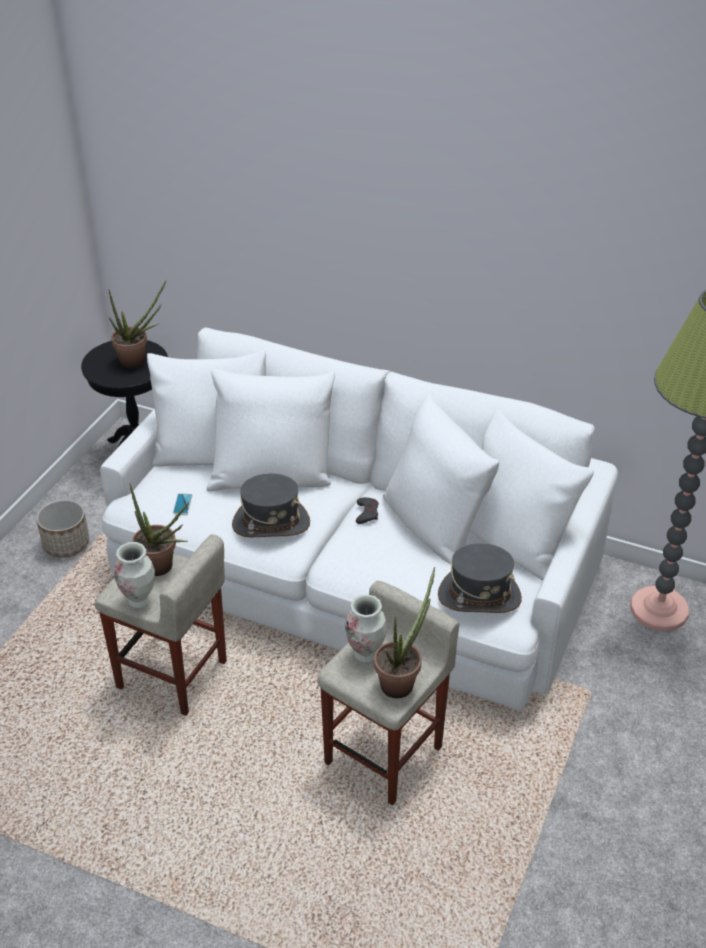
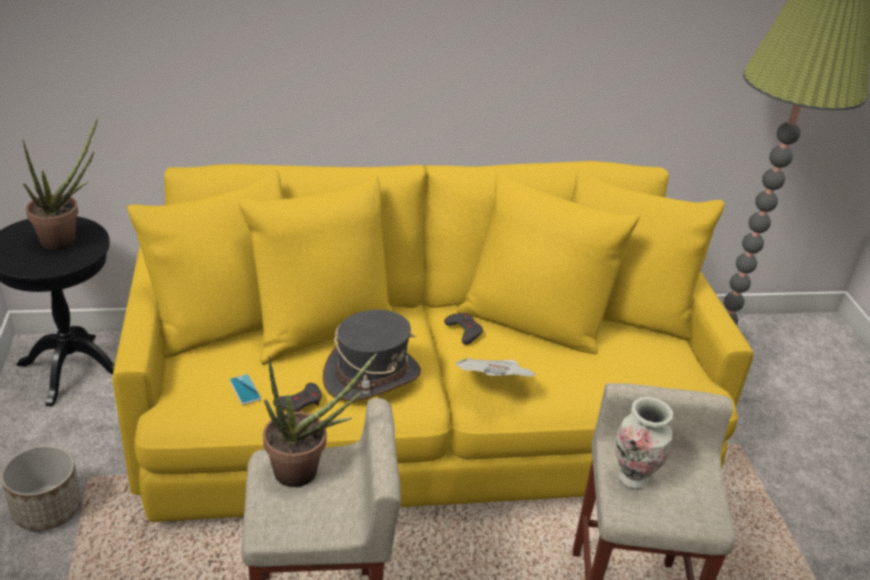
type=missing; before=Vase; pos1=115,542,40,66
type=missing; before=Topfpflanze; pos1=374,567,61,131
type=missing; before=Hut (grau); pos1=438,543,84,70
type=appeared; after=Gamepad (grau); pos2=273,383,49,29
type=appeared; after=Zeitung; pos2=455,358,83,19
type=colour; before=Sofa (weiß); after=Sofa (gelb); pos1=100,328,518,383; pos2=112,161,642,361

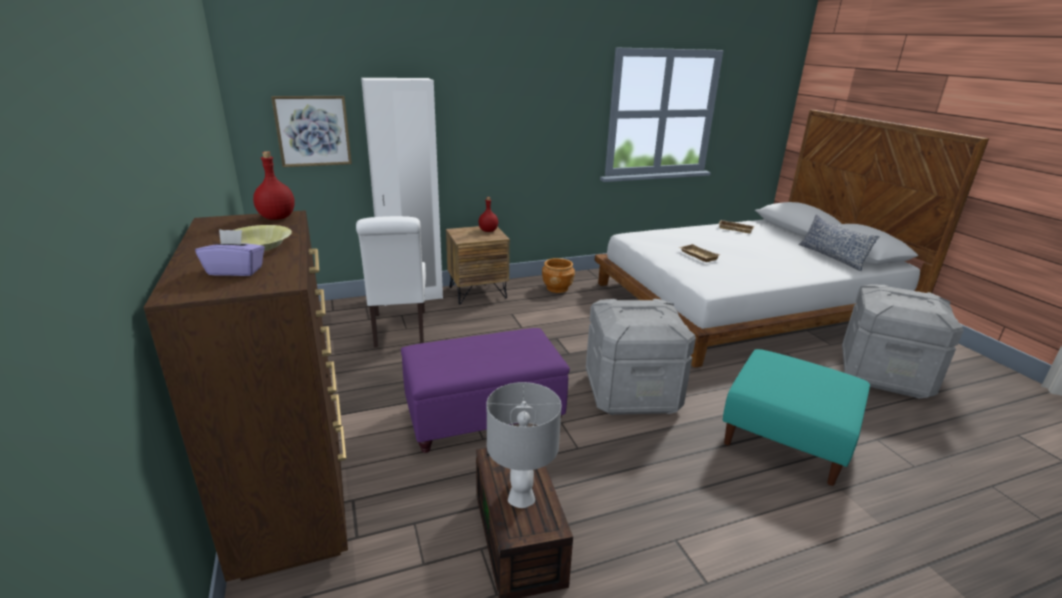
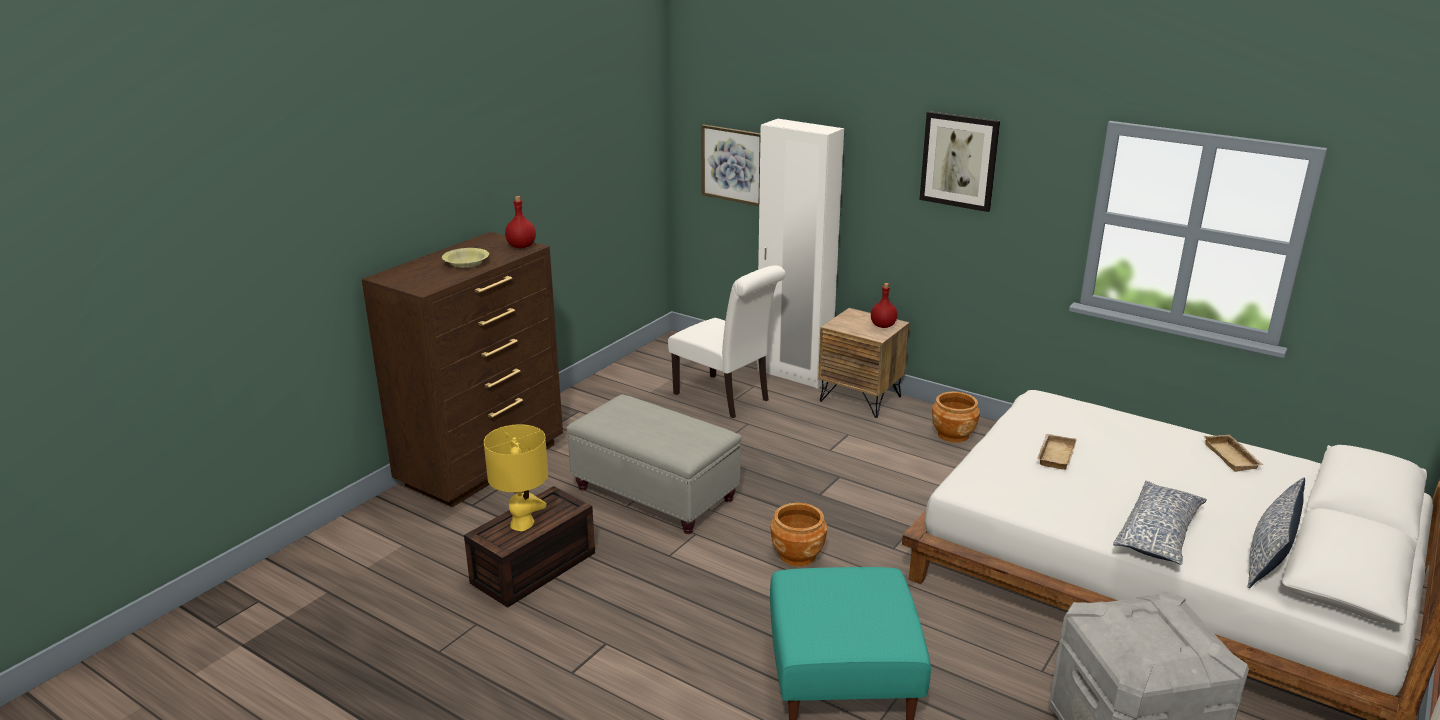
type=missing; before=Taschentuchbox (lila); pos1=195,229,70,47
type=appeared; after=Bild; pos2=919,111,81,101
type=appeared; after=Kissen; pos2=1113,480,94,85
type=exchanged; before=Aufbewahrungsbox (grau); after=Pflanzkübel (braun); pos1=586,299,110,116; pos2=770,503,57,63
type=colour; before=Polsterhocker (lila); after=Polsterhocker (grau); pos1=401,328,169,125; pos2=566,394,175,140
type=colour; before=Tischlampe (grau); after=Tischlampe (gelb); pos1=487,382,75,126; pos2=484,424,64,107
type=spun; before=Stuhl (weiß); pos1=356,216,70,131; pos2=668,265,117,153; turn=-90

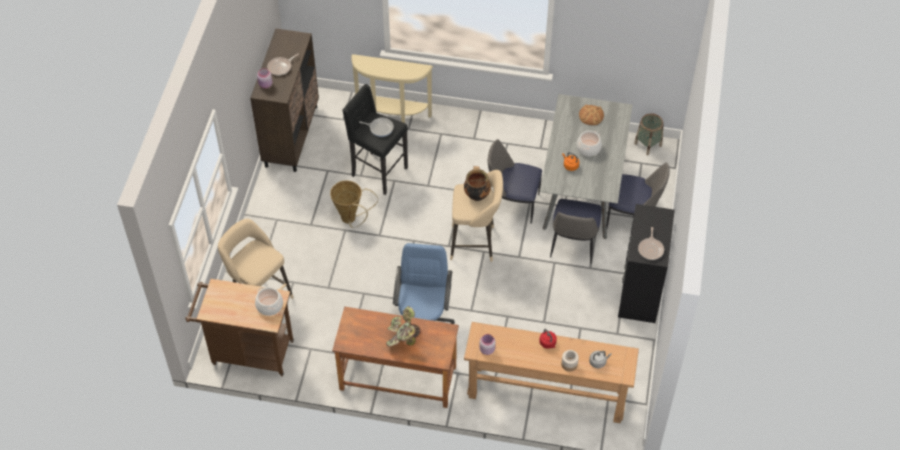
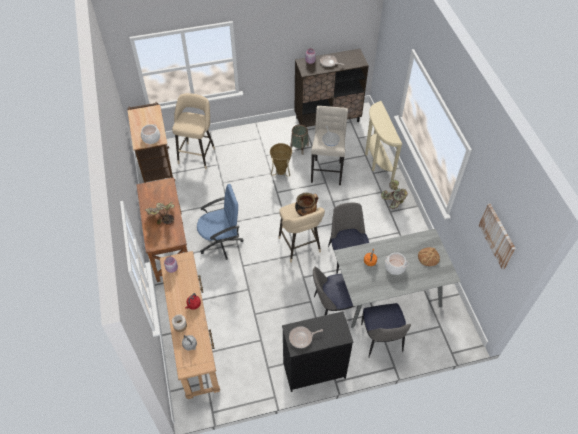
type=appeared; after=Topfpflanze; pos2=381,180,27,29
type=appeared; after=Bild; pos2=478,203,38,66
type=relocated; before=Korb; pos1=634,113,30,42; pos2=290,124,19,31
type=colour; before=Hocker (schwarz); after=Hocker (beige); pos1=343,84,65,111; pos2=311,106,37,79

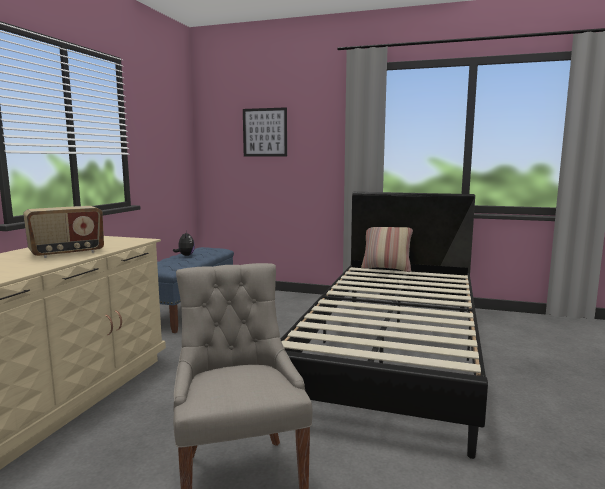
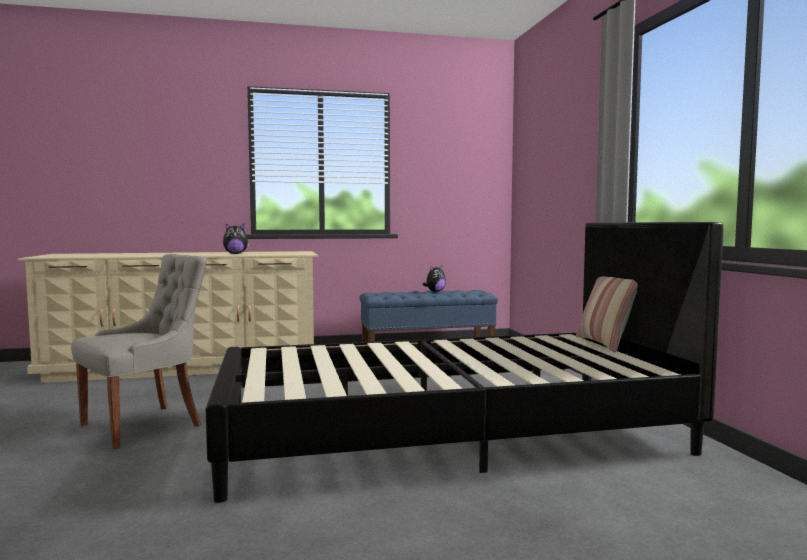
type=missing; before=Bild; pos1=243,107,44,50
type=exchanged; before=Radio; after=Plüschtier; pos1=23,206,81,52; pos2=223,224,27,30

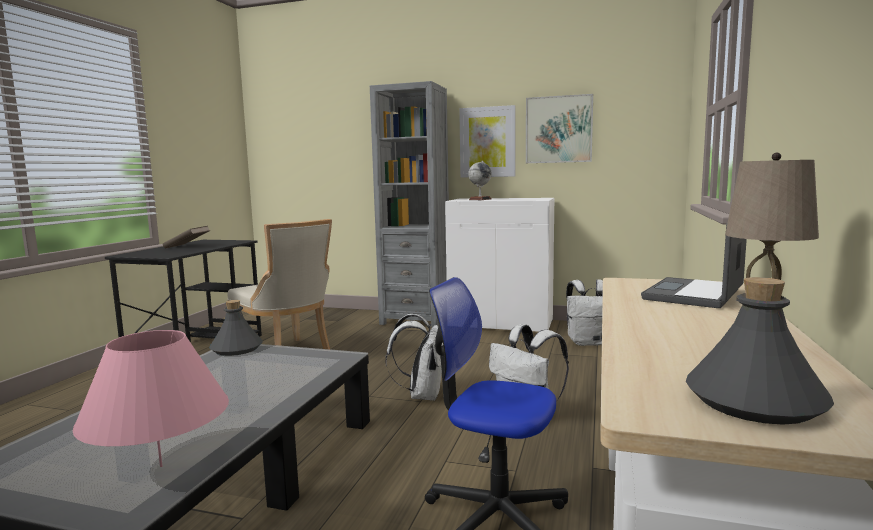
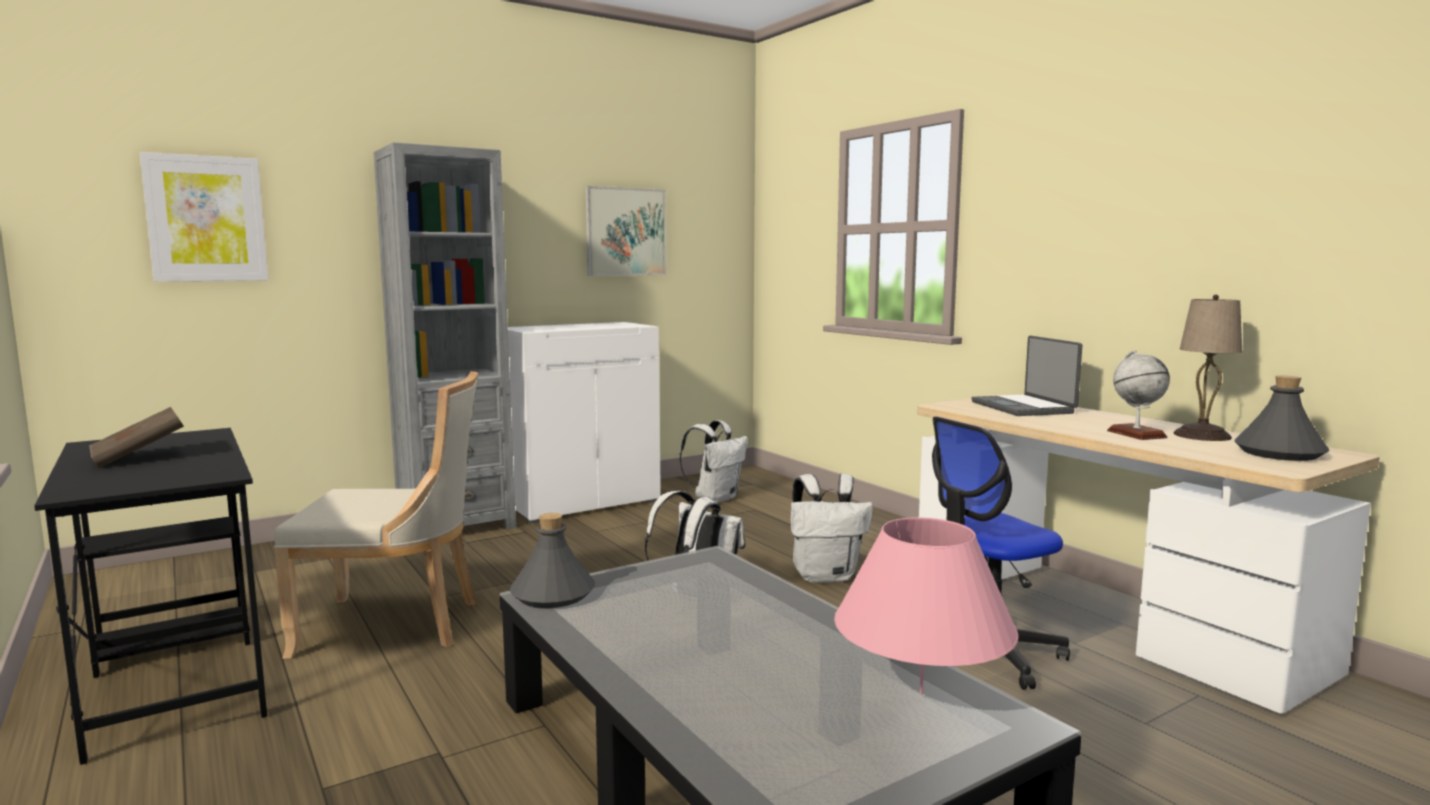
type=relocated; before=Bild; pos1=459,105,57,73; pos2=140,152,128,130
type=relocated; before=Globus; pos1=468,161,24,39; pos2=1107,350,63,90

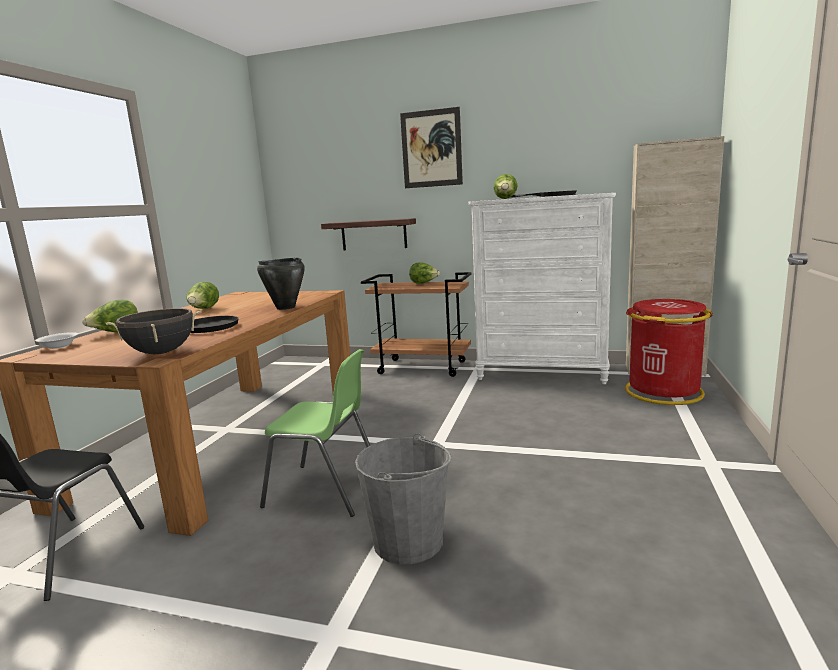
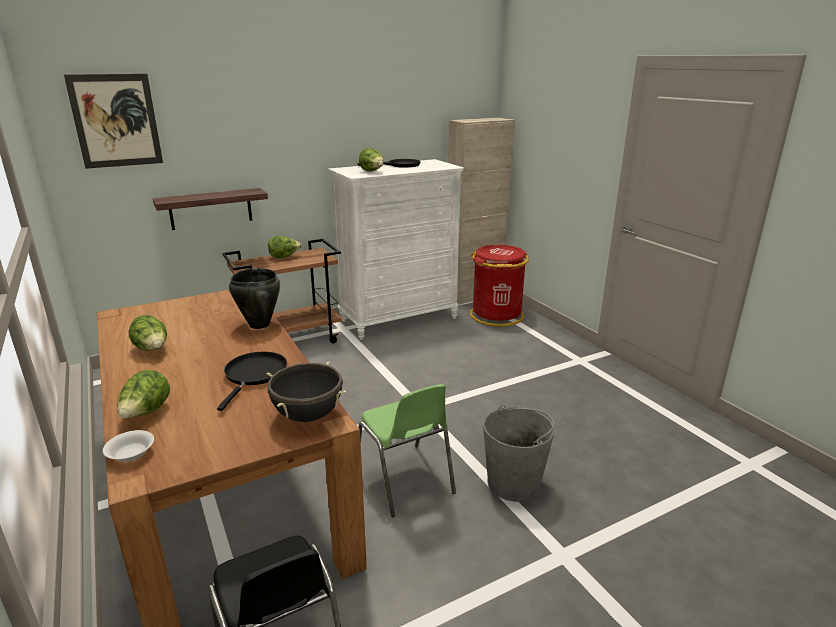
type=relocated; before=Bild; pos1=400,107,63,81; pos2=64,74,99,95
type=spun; before=Stuhl (grün); pos1=260,349,110,168; pos2=358,384,98,133; turn=90

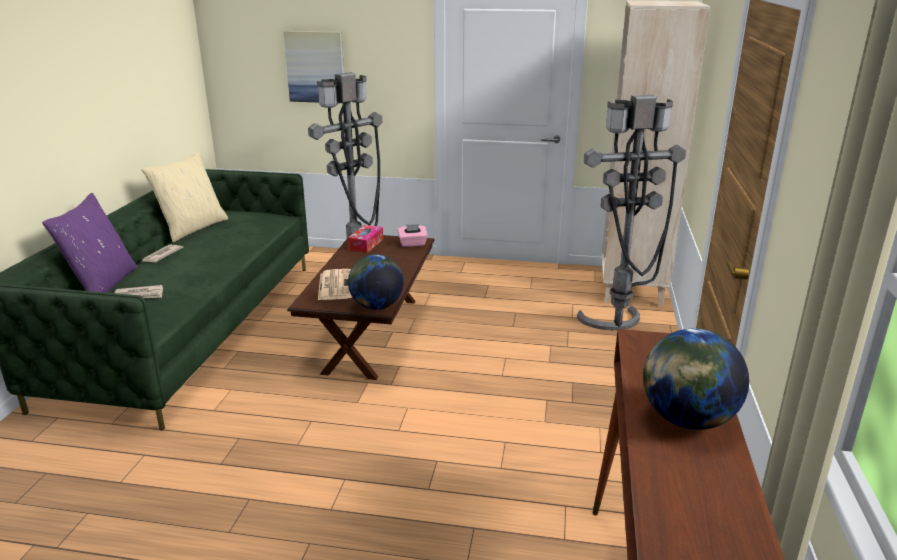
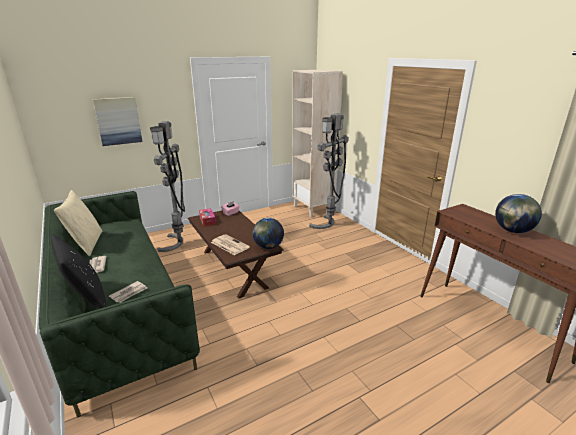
type=colour; before=Kissen (lila); after=Kissen (schwarz); pos1=42,193,96,100; pos2=51,234,56,75

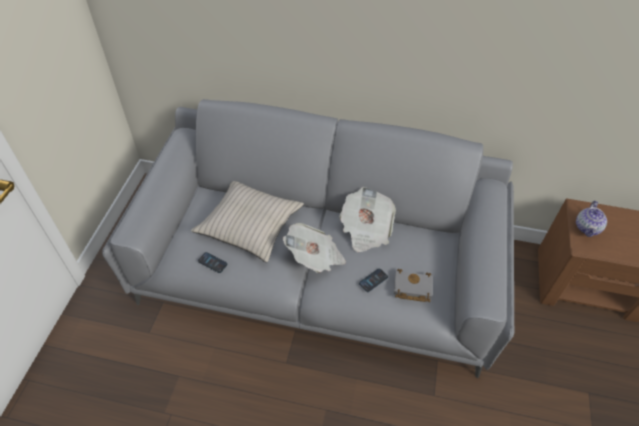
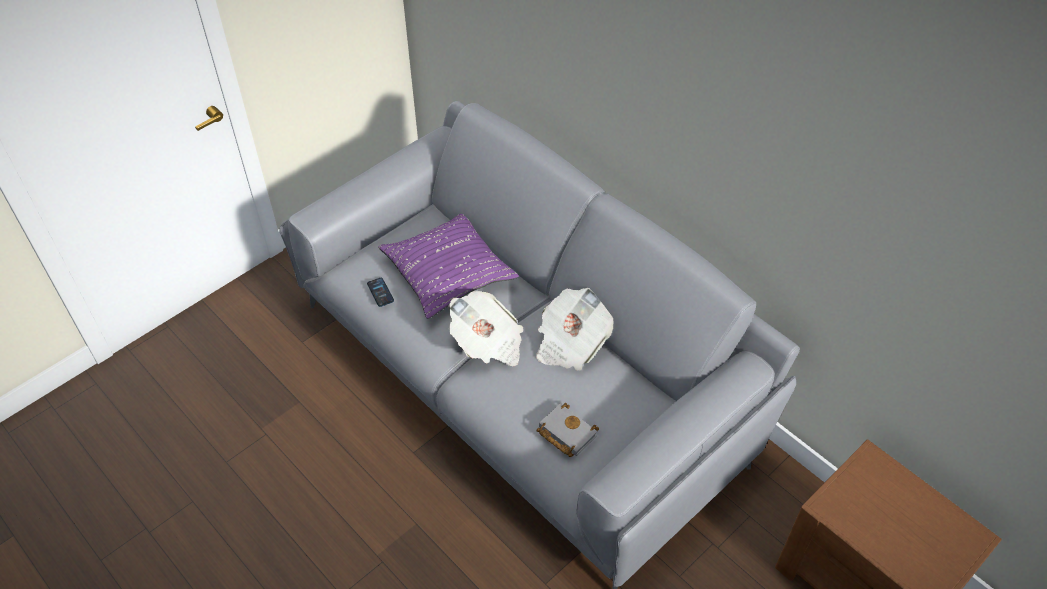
type=missing; before=Handy; pos1=359,268,29,24
type=missing; before=Teekanne; pos1=576,201,31,36
type=colour; before=Kissen (beige); after=Kissen (lila); pos1=191,181,113,81; pos2=378,214,141,105

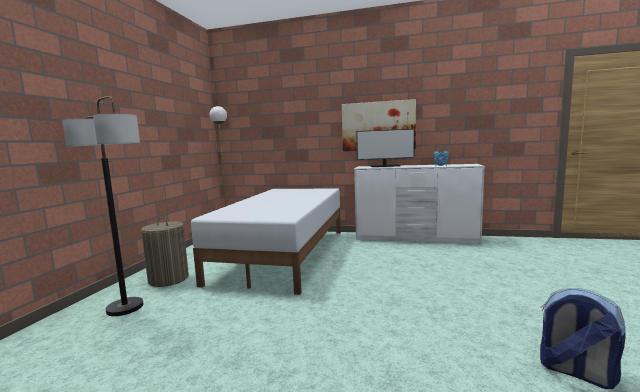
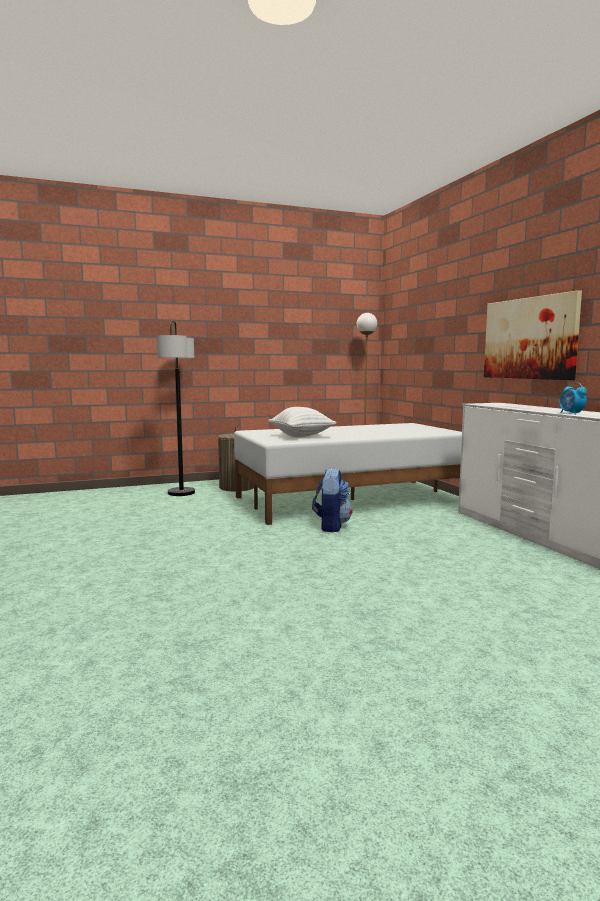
type=missing; before=Monitor; pos1=356,129,59,38
type=appeared; after=Kissen (weiß); pos2=268,407,69,30
type=relocated; before=Rucksack; pos1=540,288,86,101; pos2=312,468,41,64

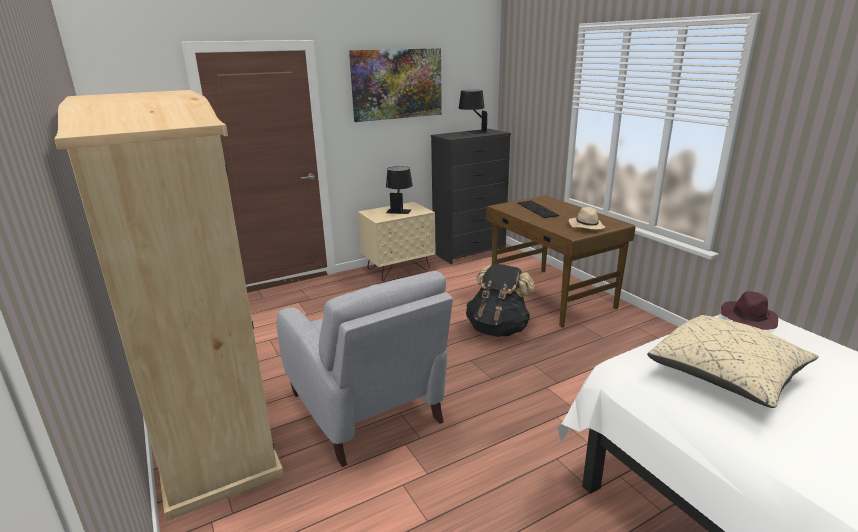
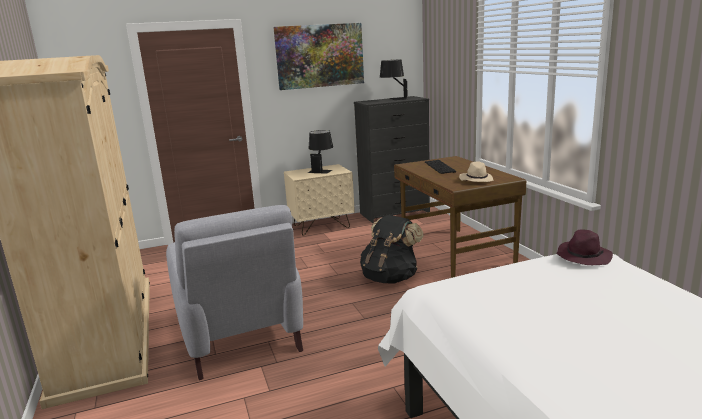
type=missing; before=Kissen (beige); pos1=647,315,172,93

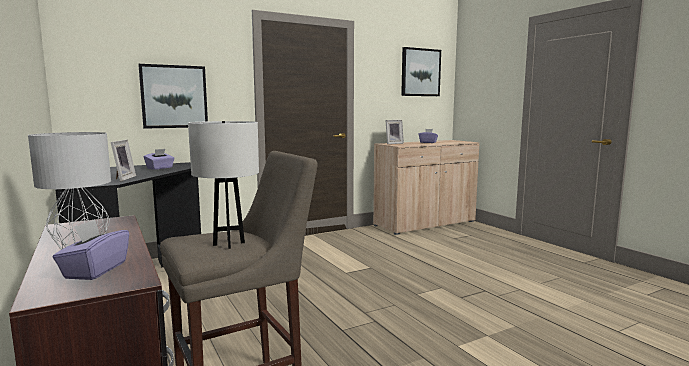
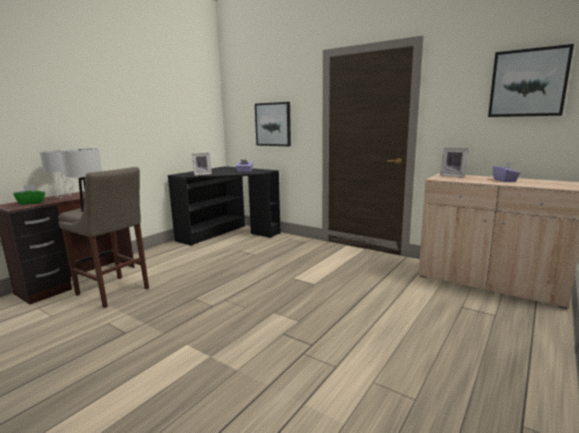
type=colour; before=Taschentuchbox (lila); after=Taschentuchbox (grün); pos1=52,219,77,61; pos2=13,185,32,20

